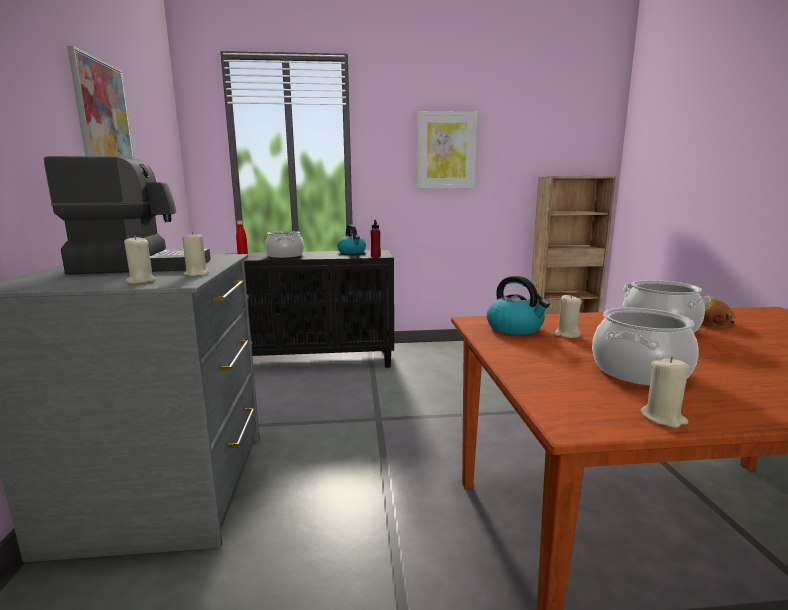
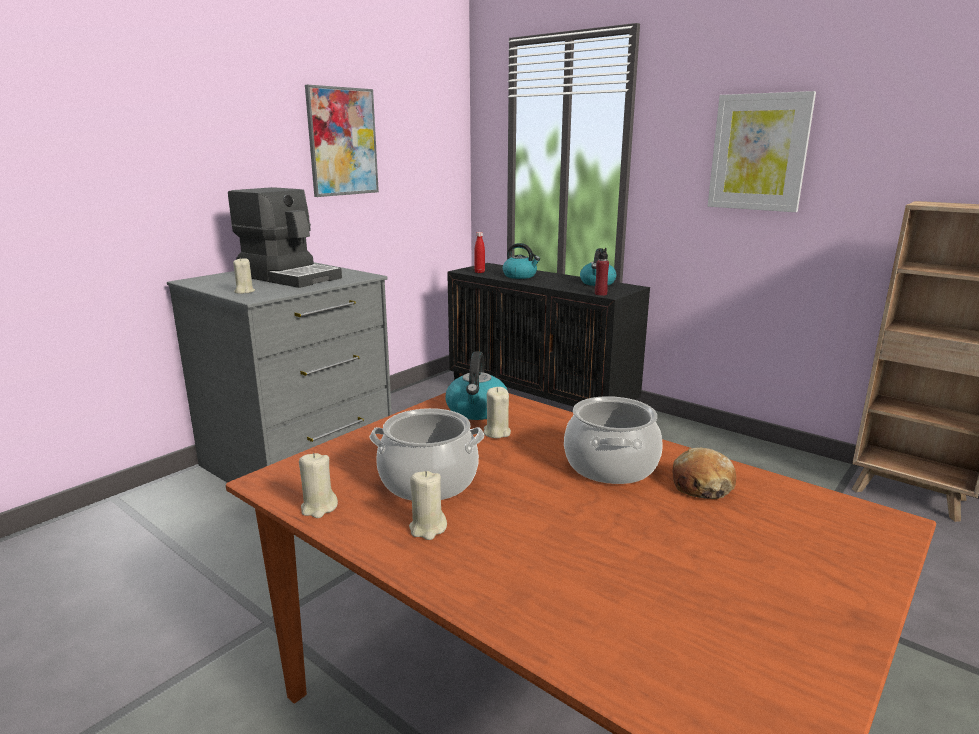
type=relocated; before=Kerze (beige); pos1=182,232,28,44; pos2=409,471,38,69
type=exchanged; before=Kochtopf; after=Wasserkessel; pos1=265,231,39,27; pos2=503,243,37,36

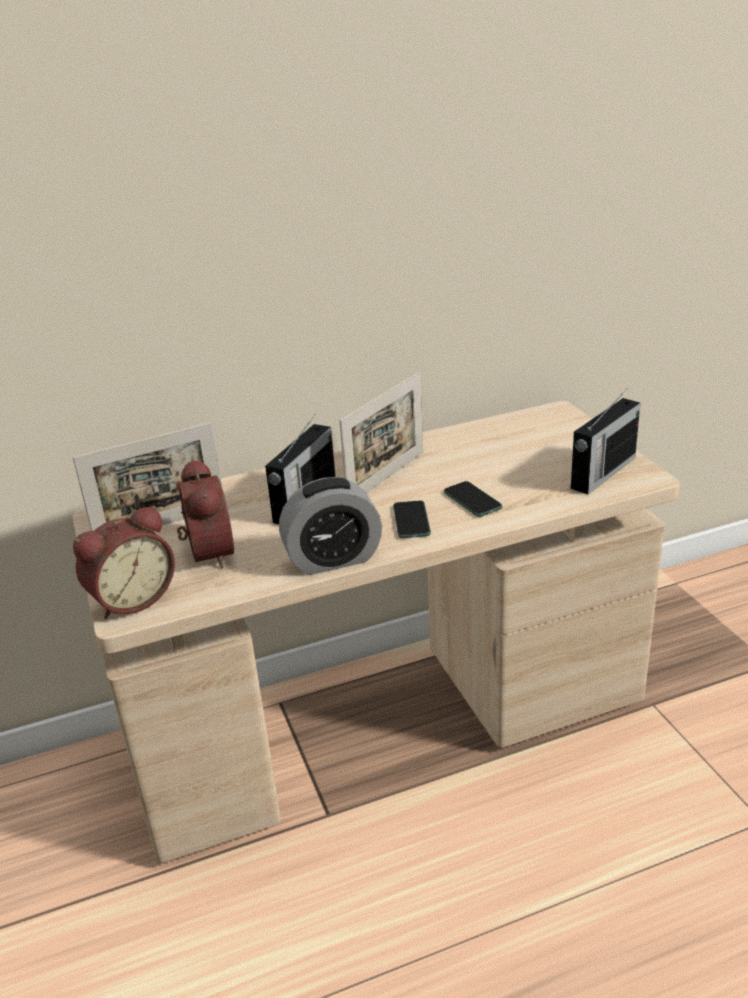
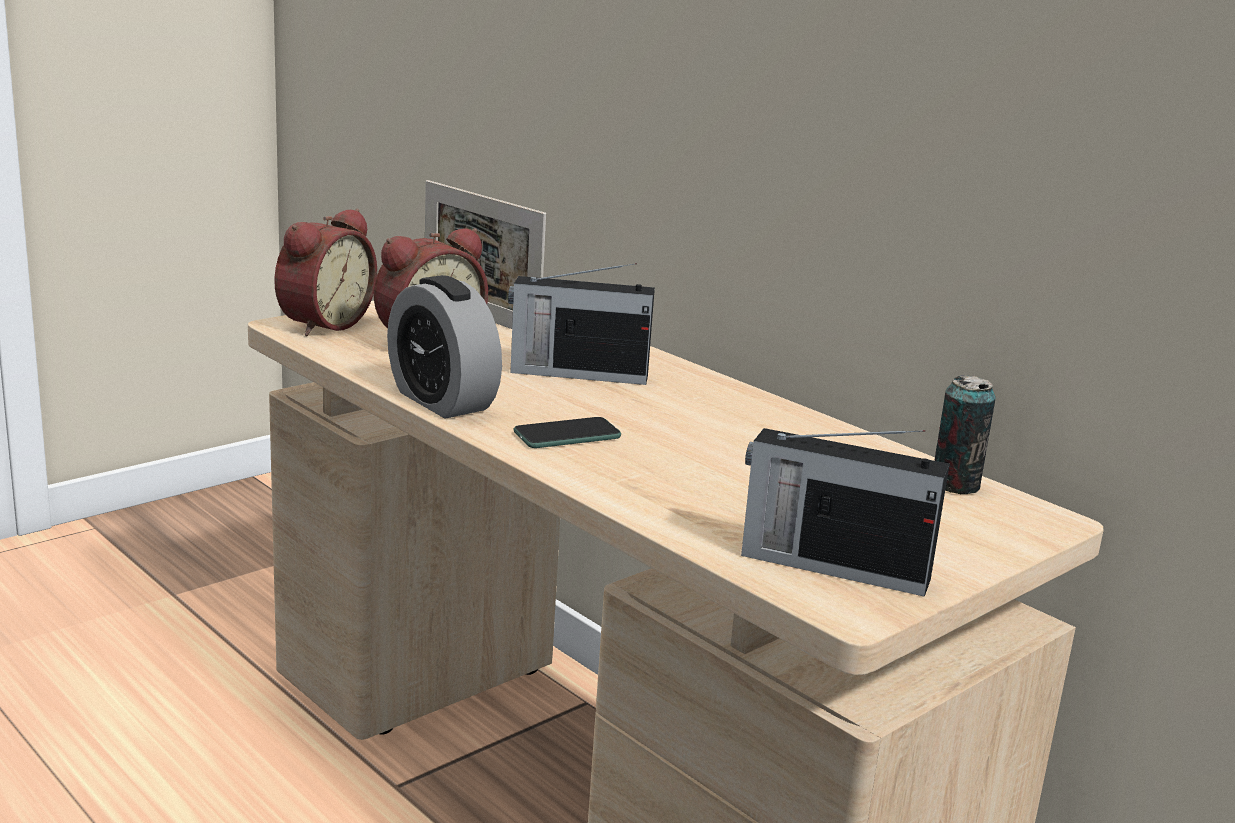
type=missing; before=Bilderrahmen; pos1=339,372,84,121
type=missing; before=Handy; pos1=444,481,59,36
type=appeared; after=Dose; pos2=934,375,61,119
type=spun; before=Wecker; pos1=73,505,102,114; pos2=274,209,103,127; turn=-90

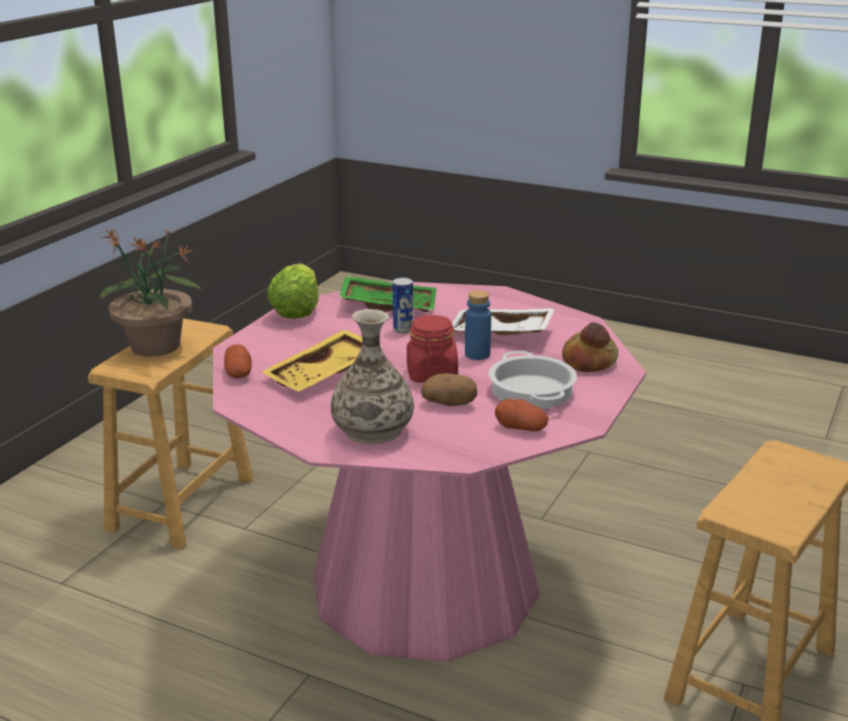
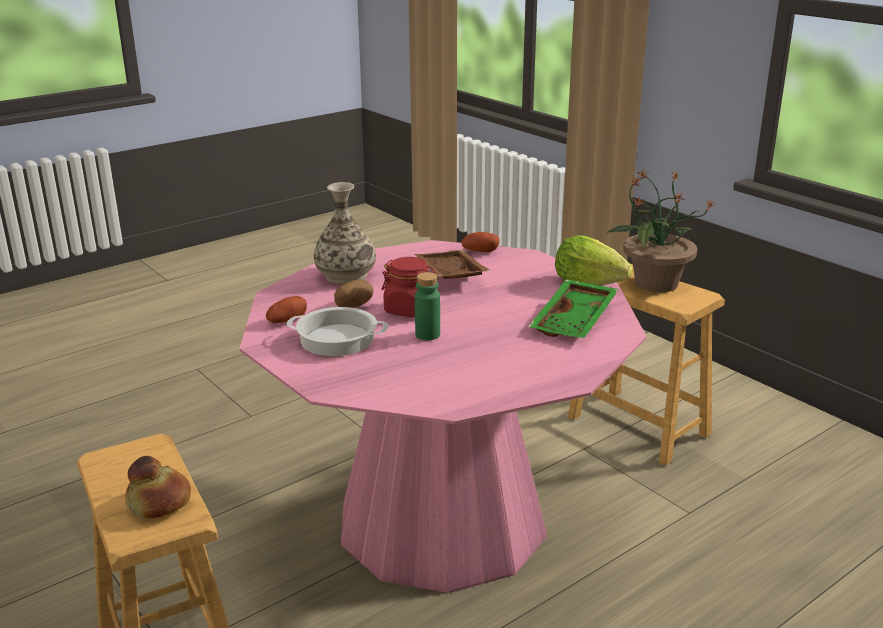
type=missing; before=Dose; pos1=393,278,20,55
type=missing; before=Tablett (weiß); pos1=452,308,104,27
type=relocated; before=Brot; pos1=562,322,57,50; pos2=125,456,66,62
type=colour; before=Tablett (gelb); after=Tablett (braun); pos1=262,329,121,63; pos2=415,250,76,29
type=colour; before=Flasche (blau); after=Flasche (grün); pos1=465,290,26,70; pos2=415,272,25,68

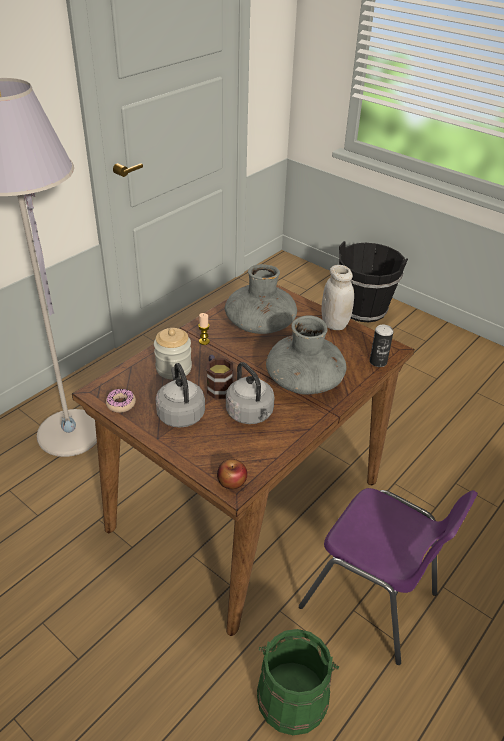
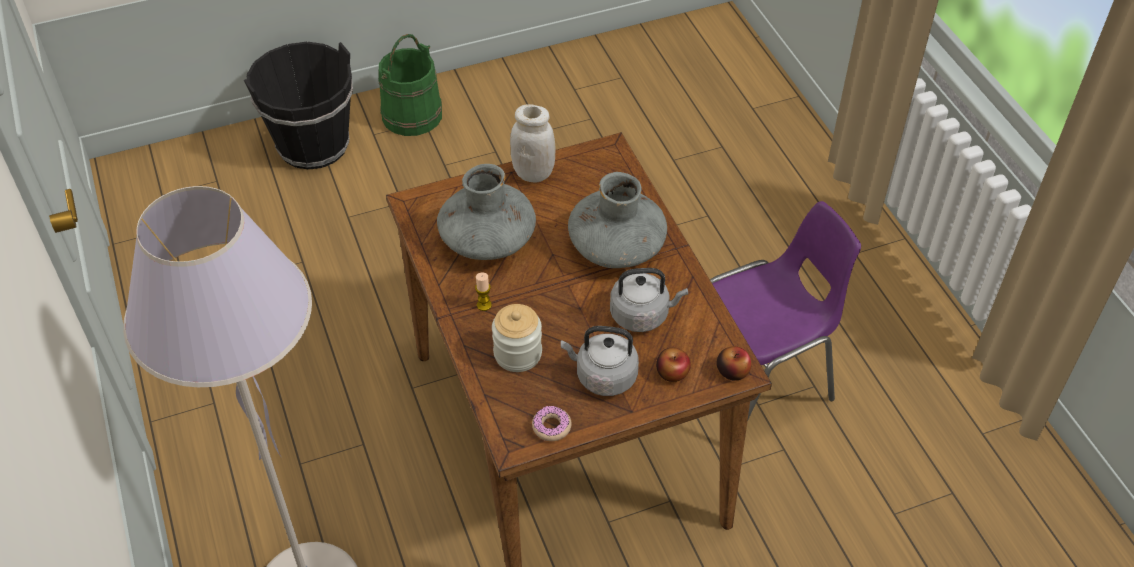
type=missing; before=Henkelbecher; pos1=207,354,26,45
type=missing; before=Dose; pos1=370,325,24,42
type=appeared; after=Apfel; pos2=656,347,35,35
type=relocated; before=Eimer (grün); pos1=257,629,82,106; pos2=379,34,63,102

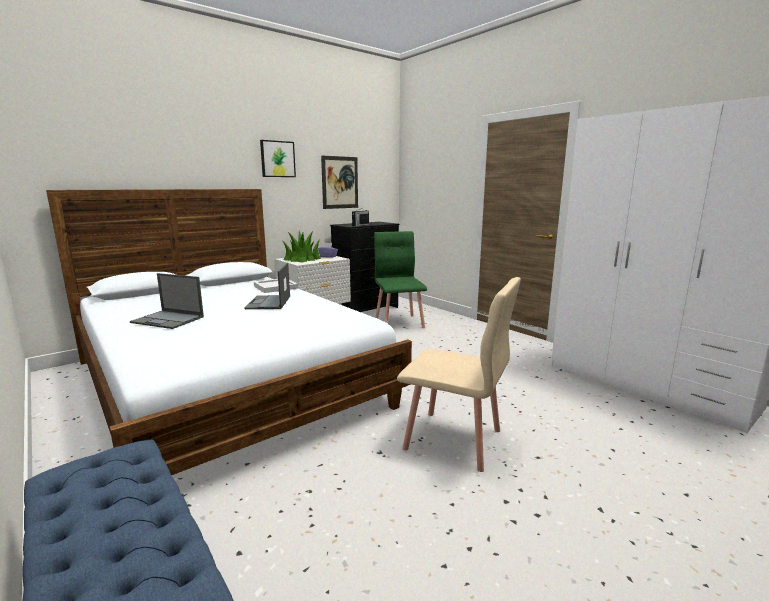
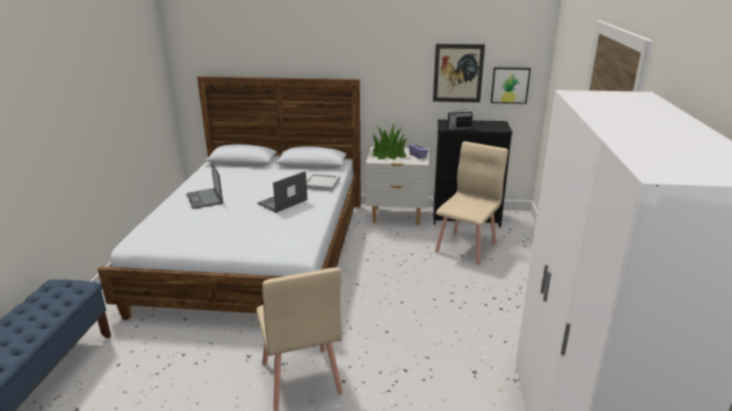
type=relocated; before=Bild; pos1=260,140,36,37; pos2=491,67,40,37
type=colour; before=Stuhl (grün); after=Stuhl (beige); pos1=374,231,53,97; pos2=435,141,73,124

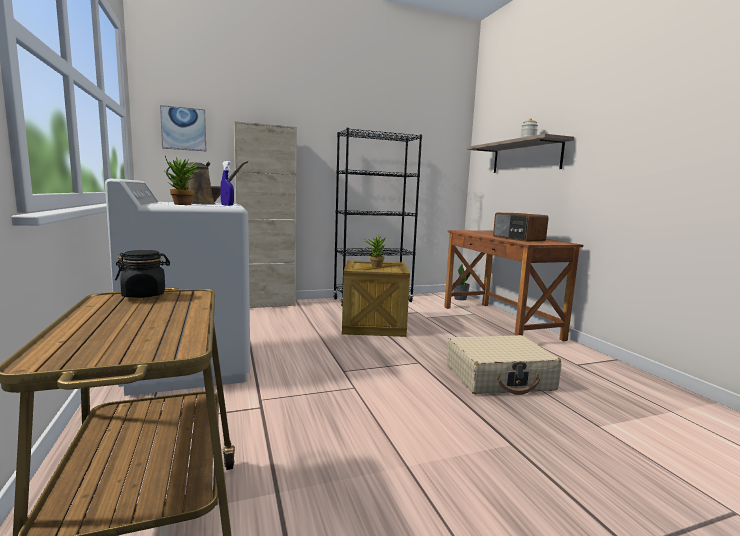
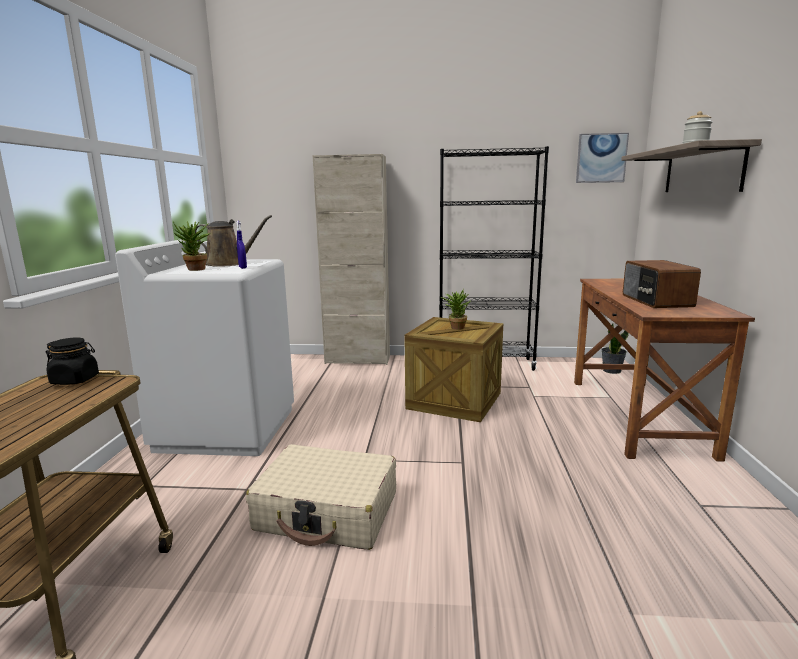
type=relocated; before=Bild; pos1=160,105,46,46; pos2=576,133,53,50
type=relocated; before=Koffer (beige); pos1=447,335,114,60; pos2=246,444,150,106

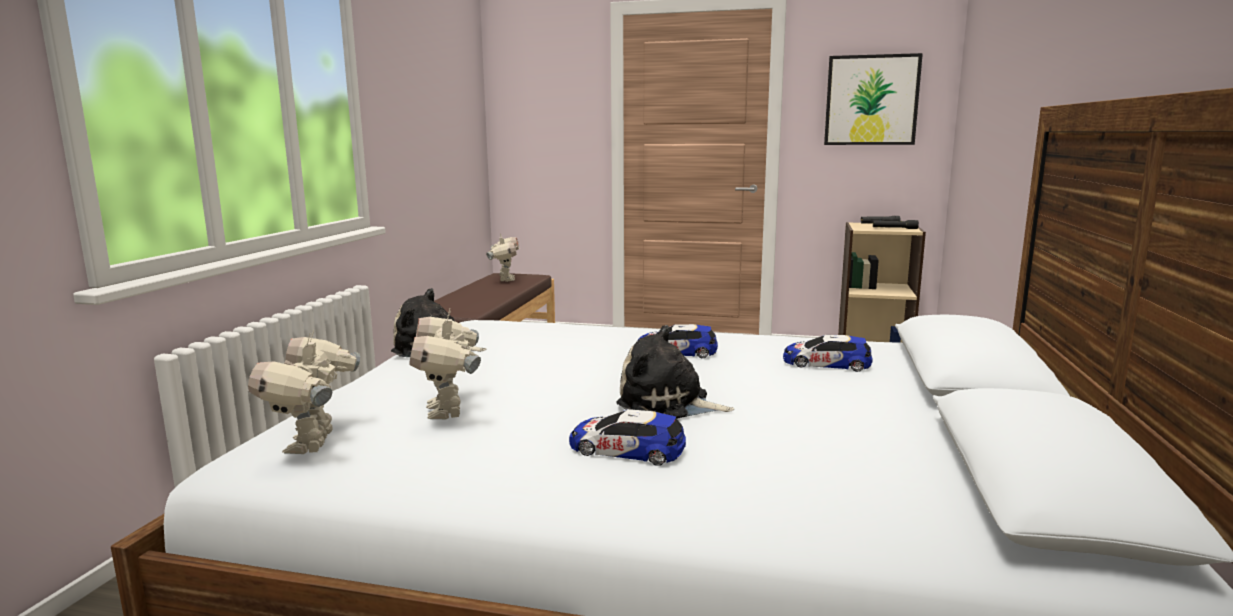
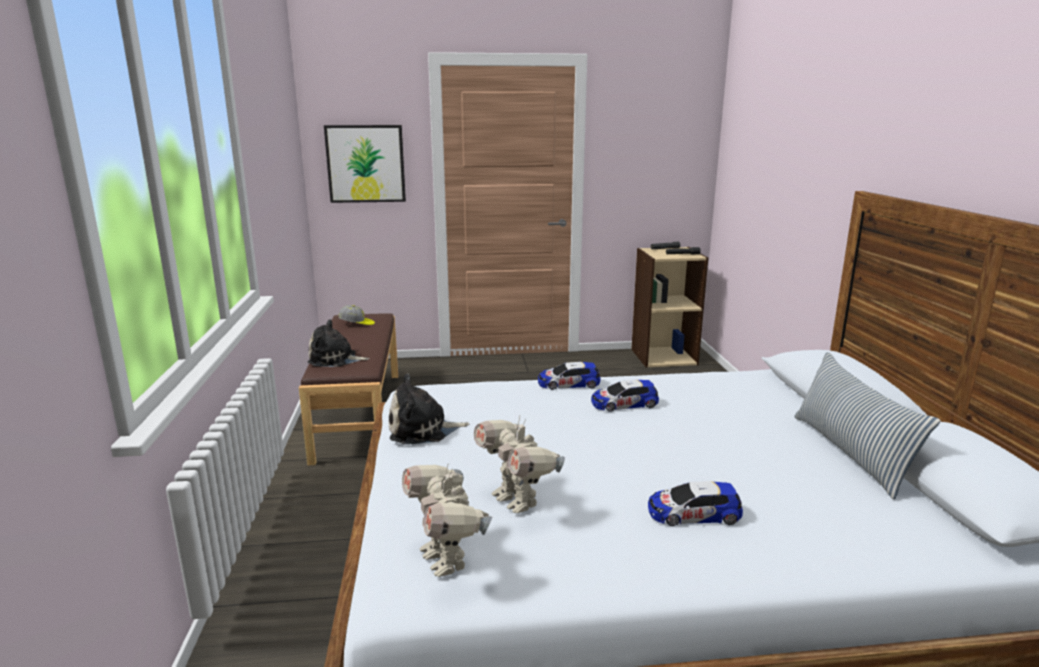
type=appeared; after=Kissen; pos2=795,352,146,148
type=relocated; before=Plüschtier; pos1=616,325,118,94; pos2=308,319,61,48
type=relocated; before=Spielzeugauto; pos1=783,335,89,37; pos2=538,362,62,28
type=relocated; before=Bild; pos1=824,53,99,92; pos2=324,125,82,78
type=exchanged; before=Spielzeugroboter; after=Kappe; pos1=486,234,33,48; pos2=339,305,36,20

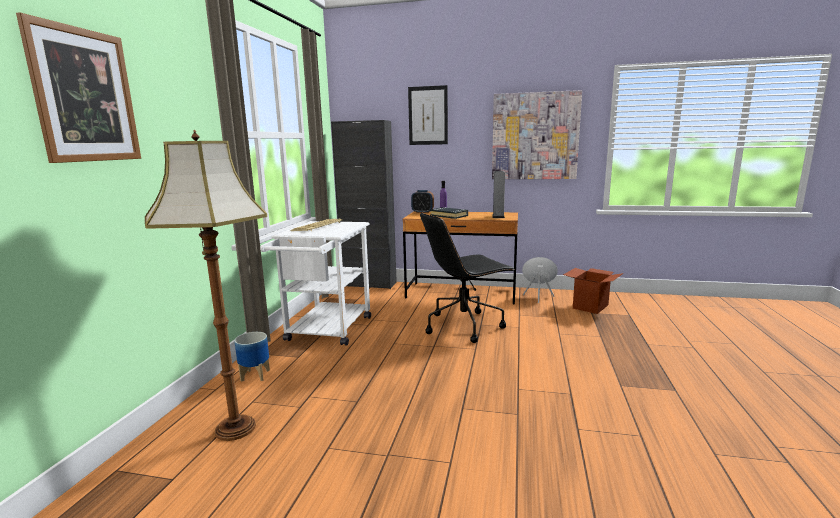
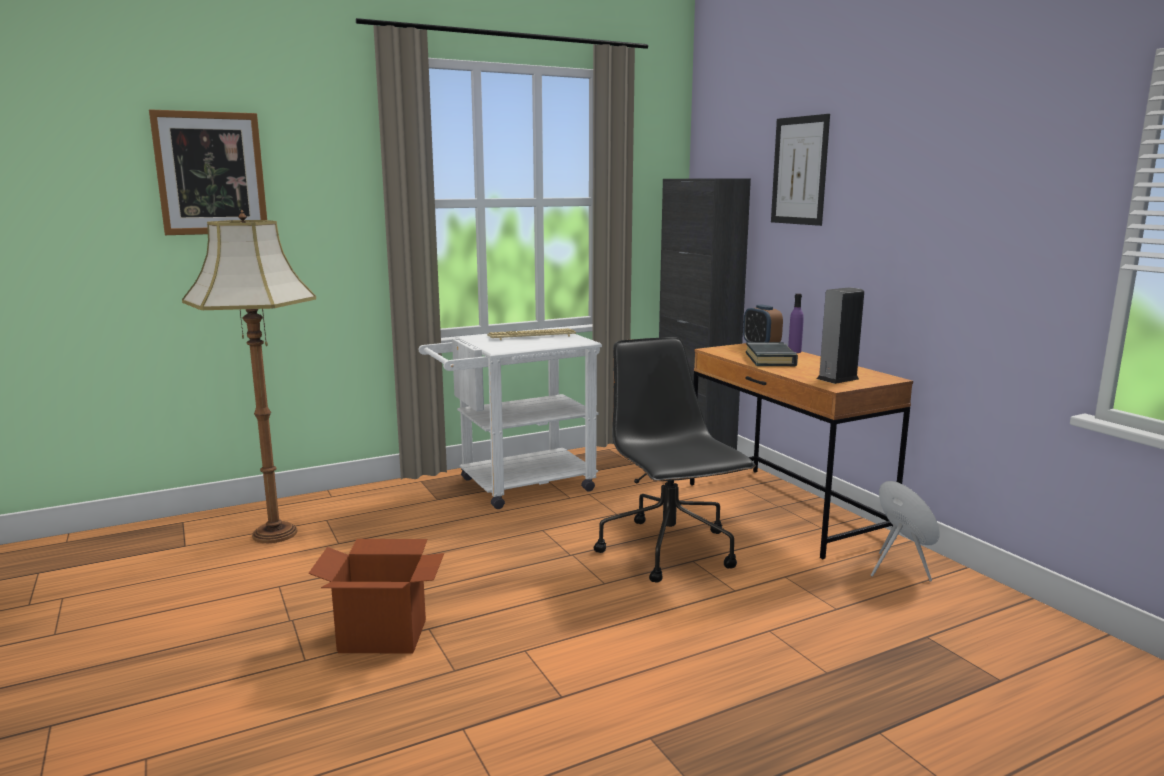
type=missing; before=Pflanzkübel; pos1=234,332,36,50
type=missing; before=Bild; pos1=492,90,90,89
type=relocated; before=Karton; pos1=563,268,60,46; pos2=308,539,136,115
type=spun; before=Bürostuhl (schwarz); pos1=420,212,95,131; pos2=594,337,162,246; turn=45

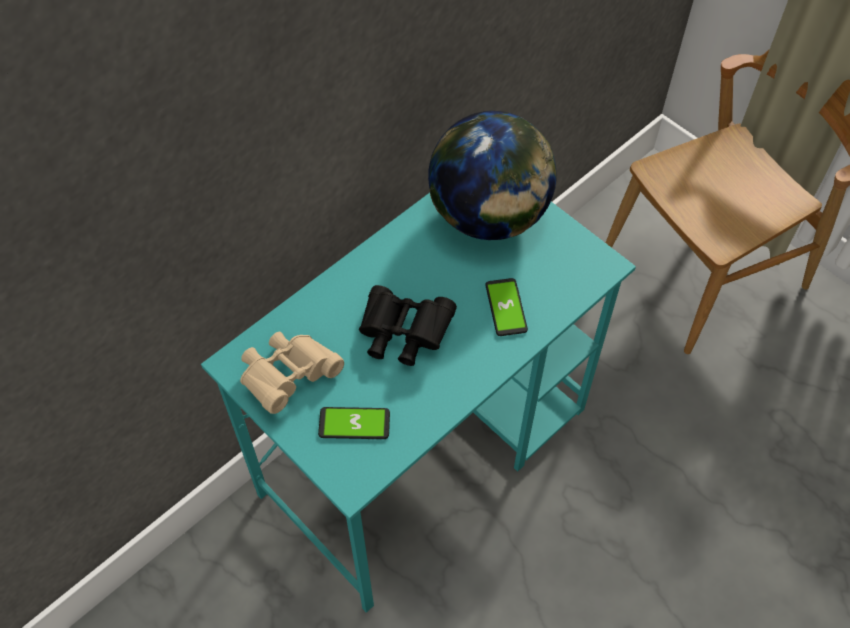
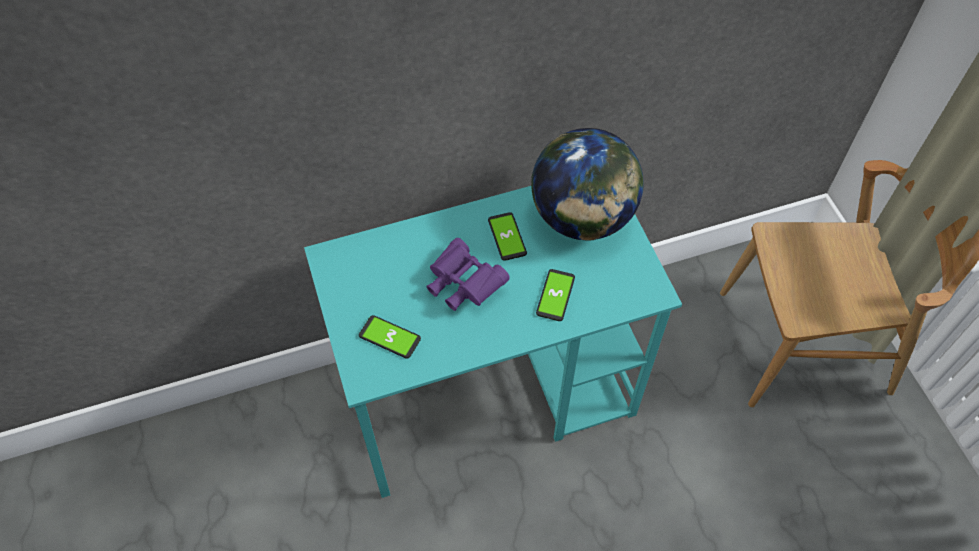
type=missing; before=Fernglas (beige); pos1=240,332,104,82
type=appeared; after=Handy; pos2=488,212,39,49
type=colour; before=Fernglas (schwarz); after=Fernglas (lila); pos1=359,285,98,81; pos2=426,238,84,73

